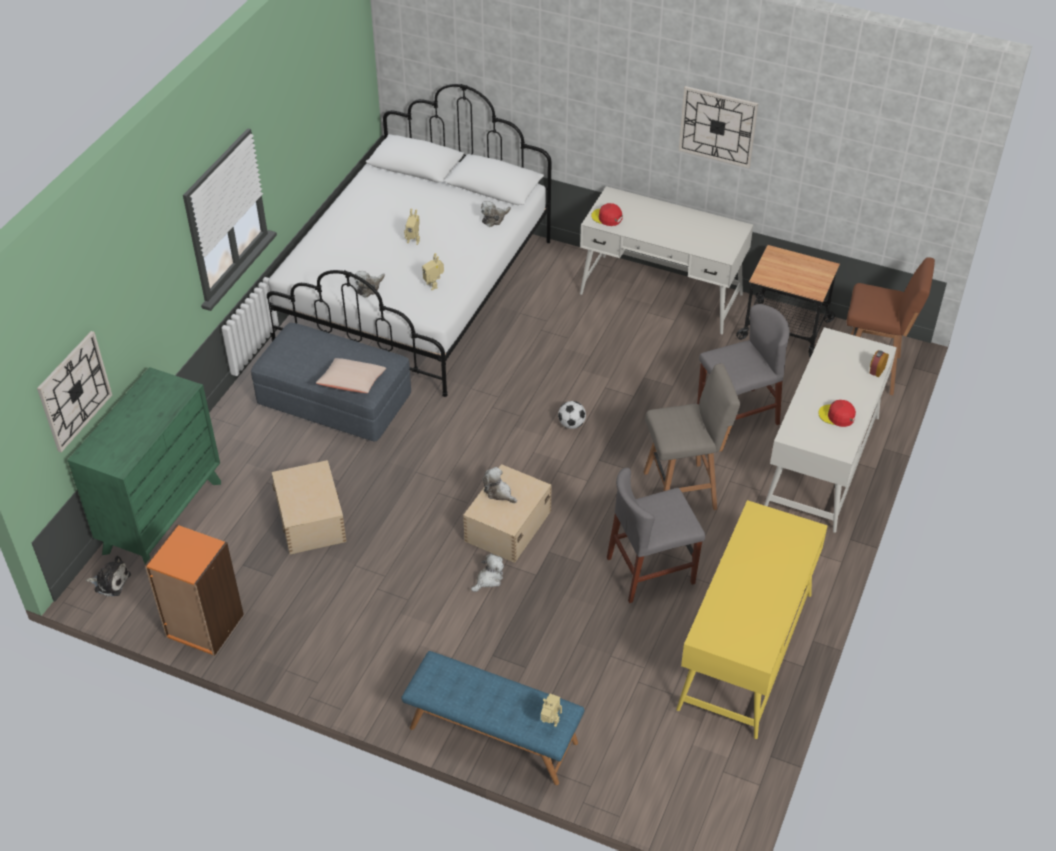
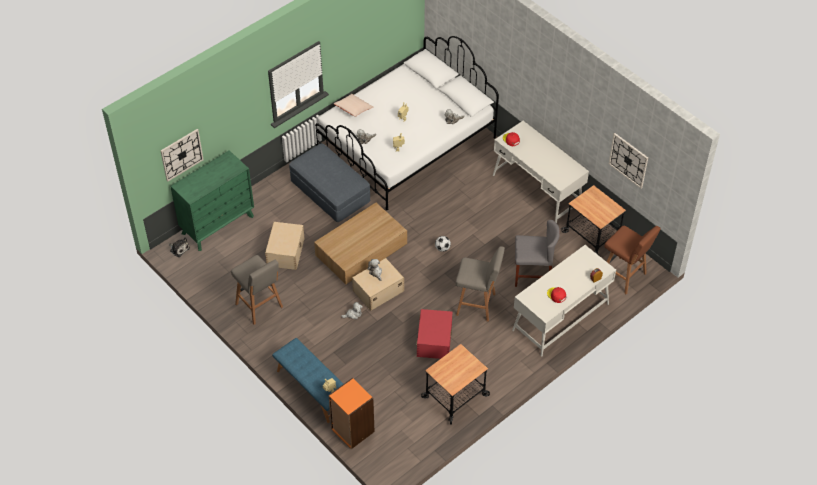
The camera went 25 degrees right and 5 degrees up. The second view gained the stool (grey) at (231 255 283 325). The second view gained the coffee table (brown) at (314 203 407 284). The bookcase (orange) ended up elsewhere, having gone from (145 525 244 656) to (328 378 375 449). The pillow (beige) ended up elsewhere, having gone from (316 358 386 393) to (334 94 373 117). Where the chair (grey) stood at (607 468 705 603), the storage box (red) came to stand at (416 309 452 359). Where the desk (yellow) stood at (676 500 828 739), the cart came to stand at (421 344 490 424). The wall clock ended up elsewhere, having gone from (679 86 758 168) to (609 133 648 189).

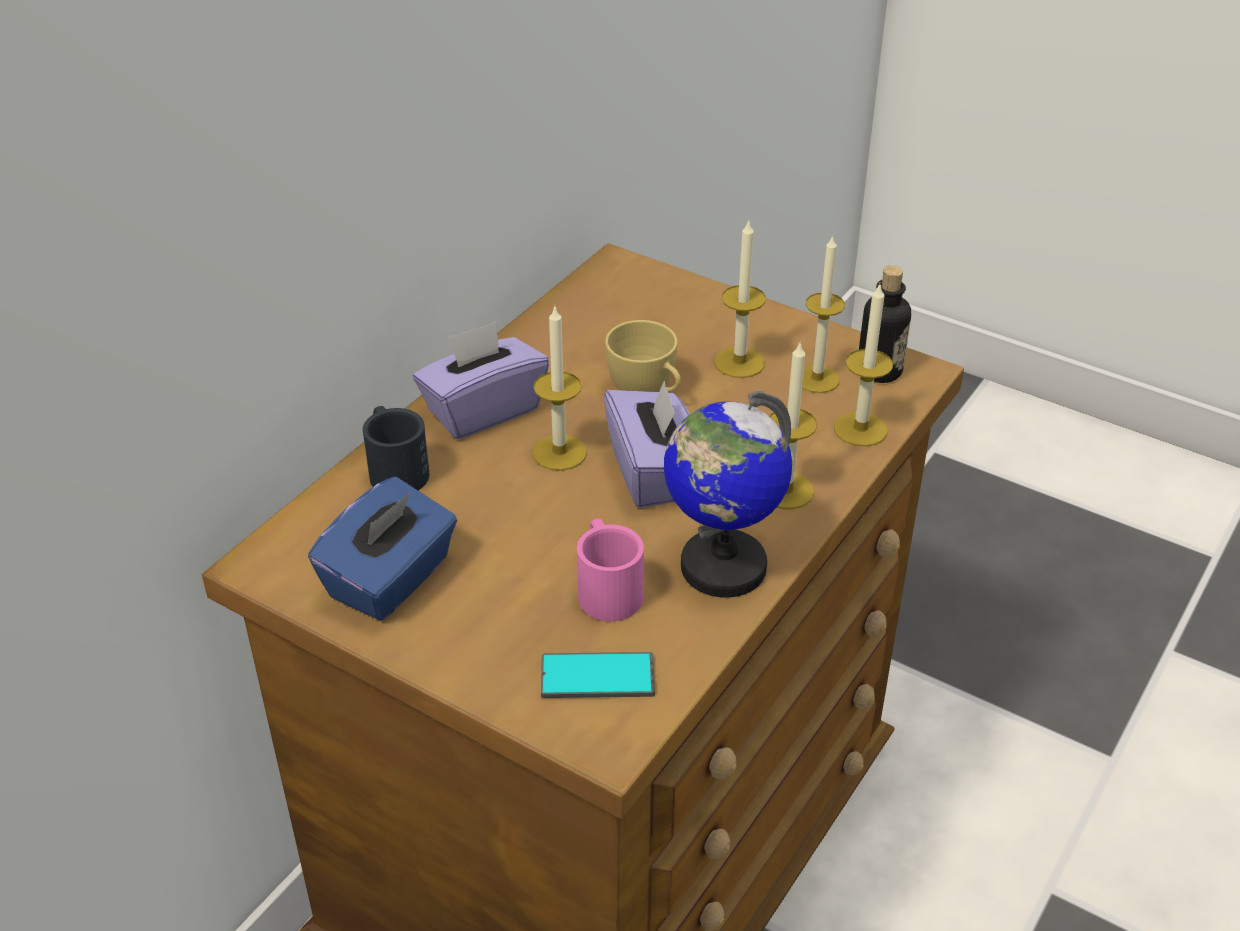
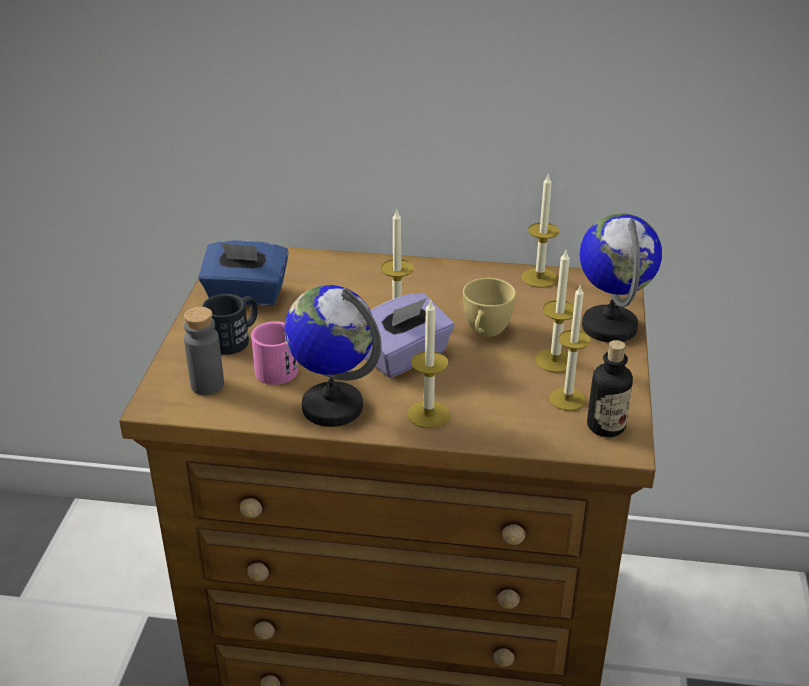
The camera went 65 degrees right and 5 degrees down. Where the phone stood at (541 652 655 698), the bottle (grey) came to stand at (184 307 224 395). The mug (black) ended up elsewhere, having gone from (363 406 429 490) to (202 294 258 355). The candle ended up elsewhere, having gone from (834 284 893 447) to (522 173 559 288). The second view gained the globe at (580 214 662 343). The second view lost the tissue box (purple) at (413 321 549 439).

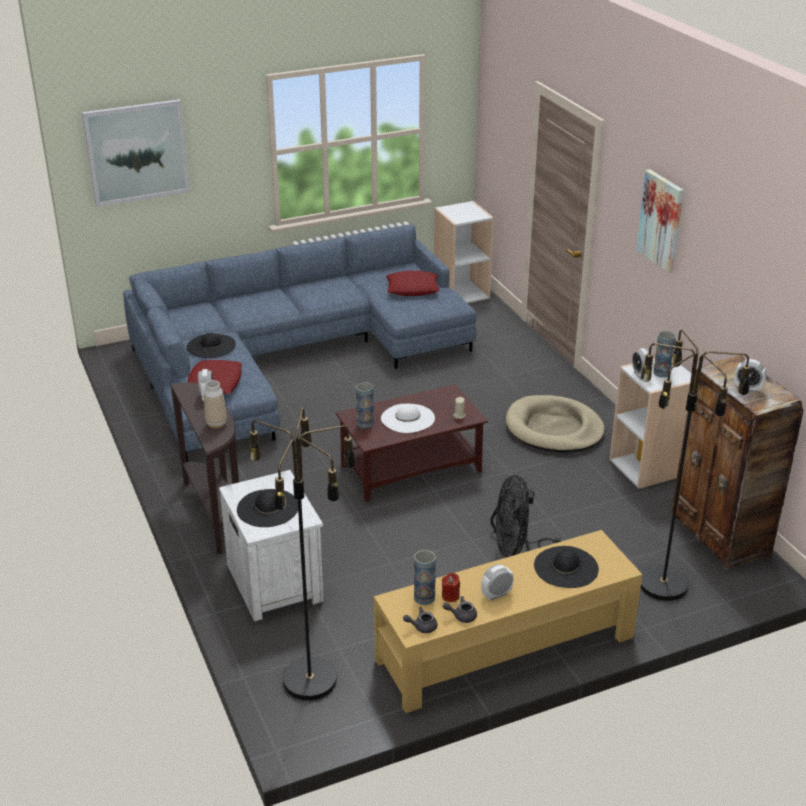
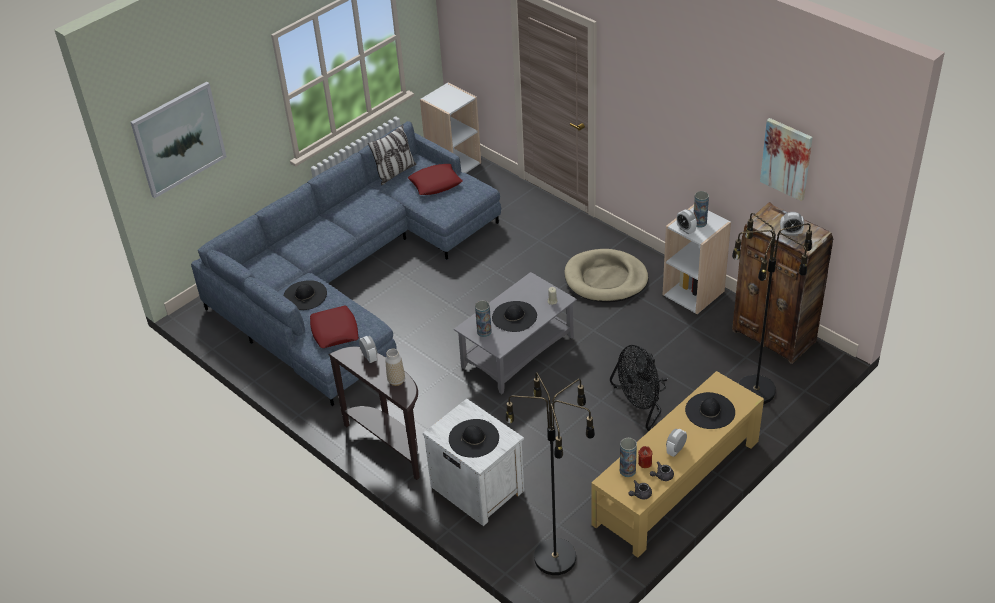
The camera went 20 degrees left and 10 degrees up. The second view gained the pillow at (368 124 416 185). What was the coffee table (brown) at (336 384 488 502) turned into the coffee table (grey) at (454 272 577 394). What was the hat (white) at (381 404 435 433) turned into the hat (black) at (492 301 537 332). The picture ended up elsewhere, having gone from (636 169 684 273) to (760 118 813 201).

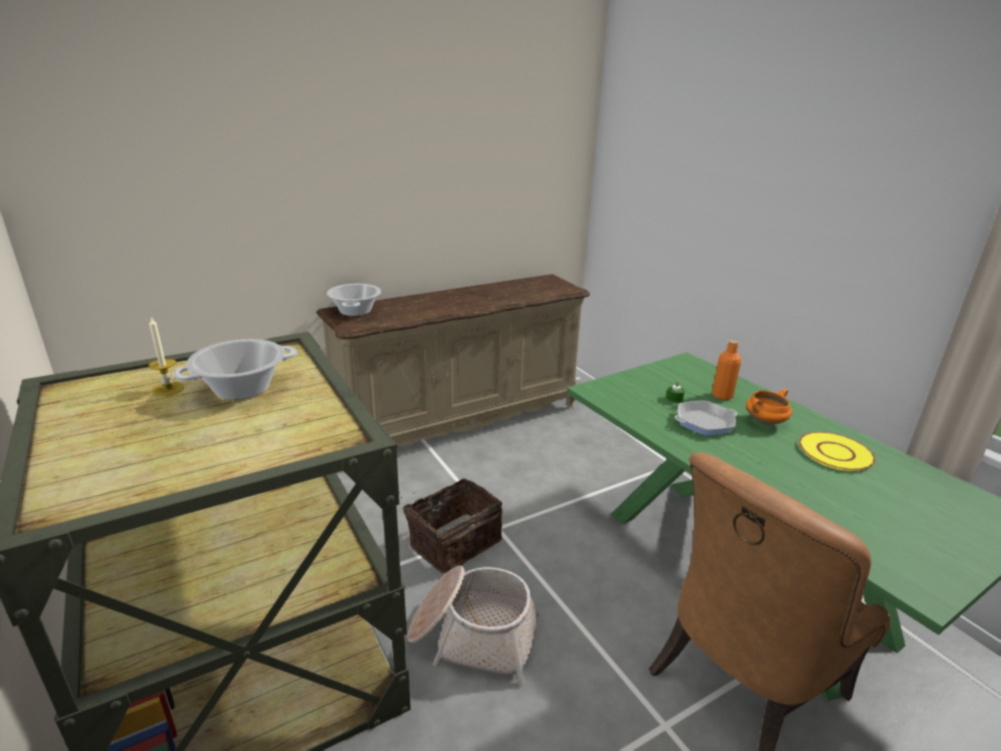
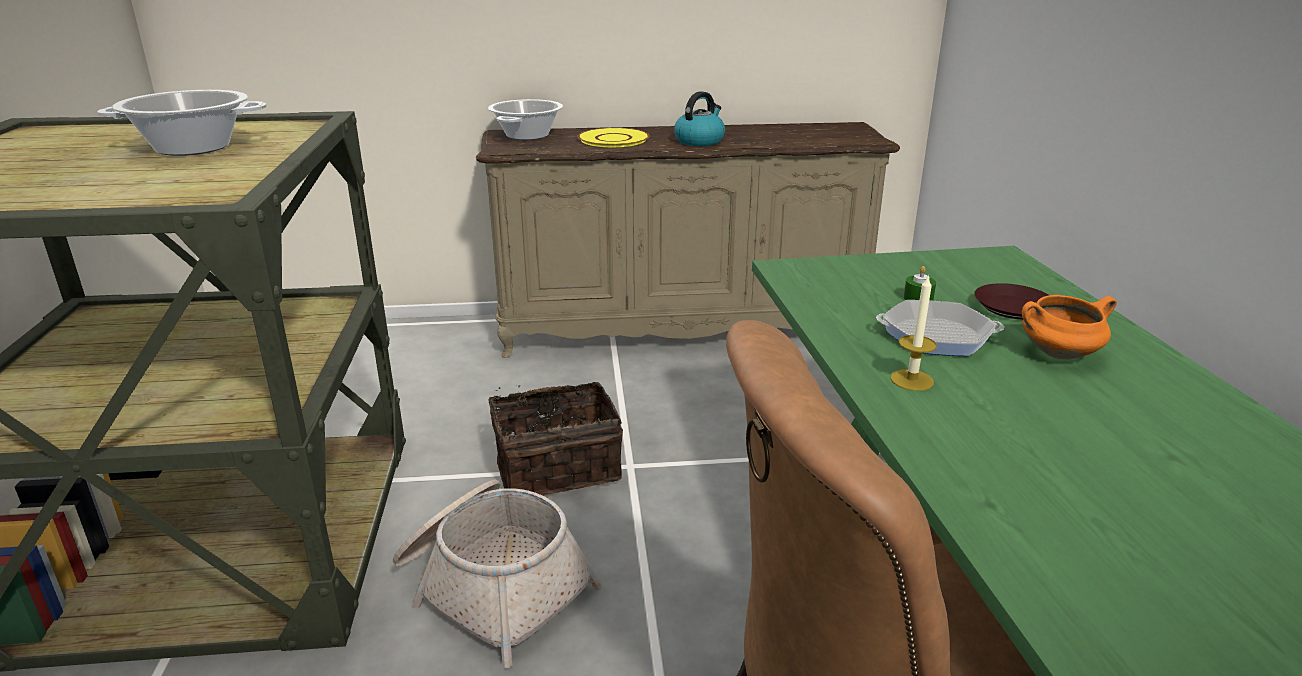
The camera went 25 degrees right and 0 degrees up. The plate (yellow) ended up elsewhere, having gone from (799 432 875 471) to (577 128 650 147). The second view gained the kettle at (674 91 725 146). The candle ended up elsewhere, having gone from (148 317 184 396) to (890 274 937 391). Where the bottle (orange) stood at (712 340 741 400), the plate (brown) came to stand at (974 283 1049 319).

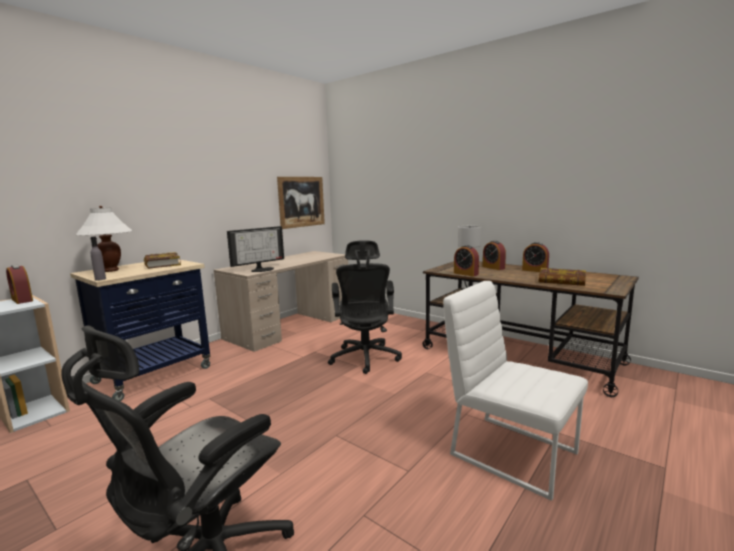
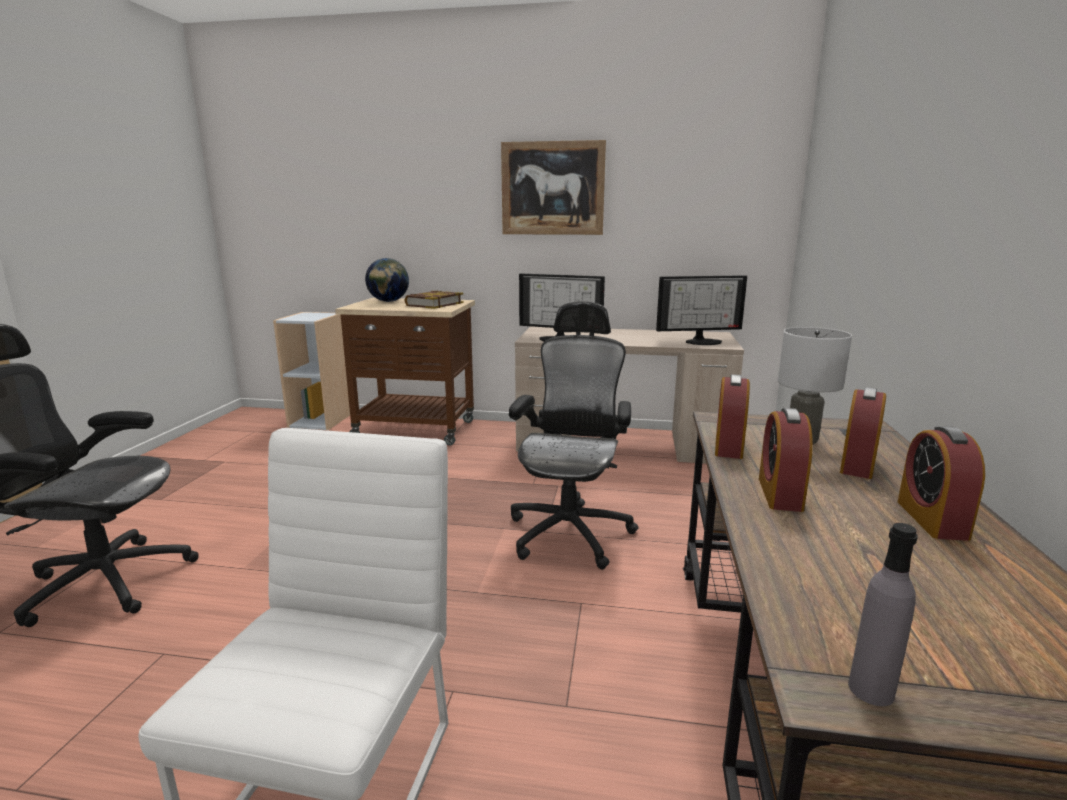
The camera went 60 degrees right and 5 degrees up. What was the cart (blue) at (70 259 211 401) turned into the cart (brown) at (335 298 475 446). Where the table lamp (white) stood at (76 206 133 272), the globe came to stand at (365 258 409 302). The picture ended up elsewhere, having gone from (277 177 325 229) to (501 140 606 235). The office chair at (328 240 402 374) ended up facing another way, 135 degrees clockwise from before. The second view gained the monitor at (656 275 747 345). The alarm clock ended up elsewhere, having gone from (6 265 33 304) to (759 408 813 512). The bottle (grey) ended up elsewhere, having gone from (90 236 106 281) to (848 523 918 706). The second view lost the book at (539 268 586 286).

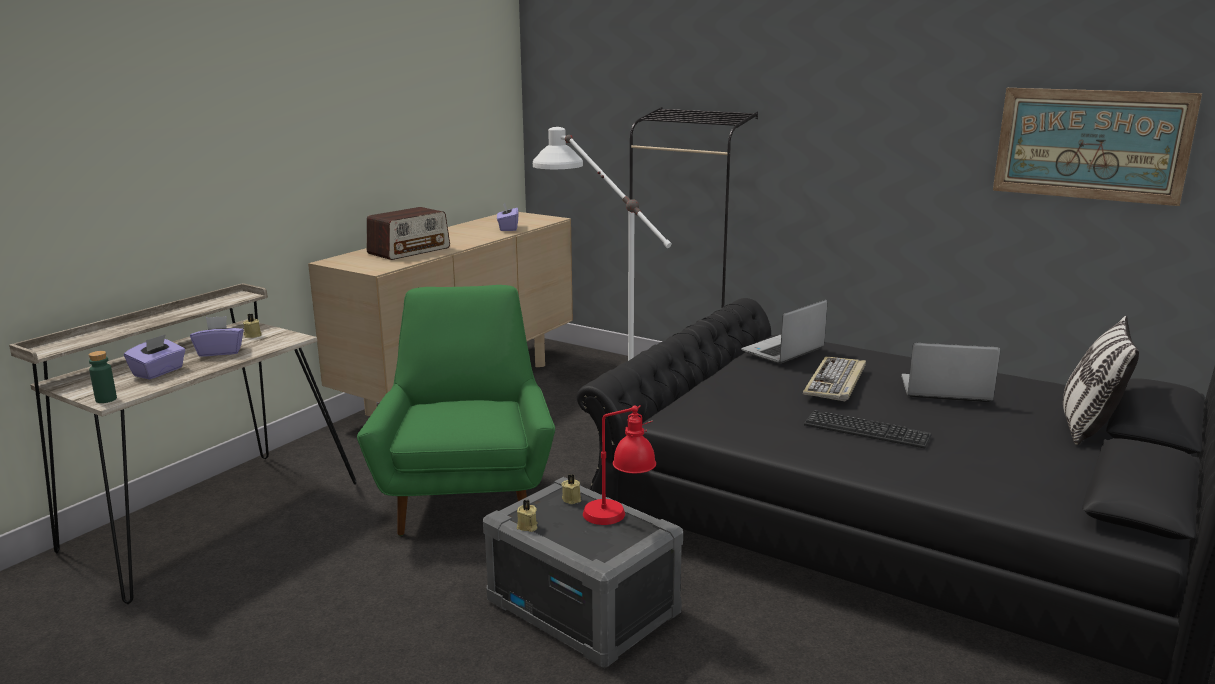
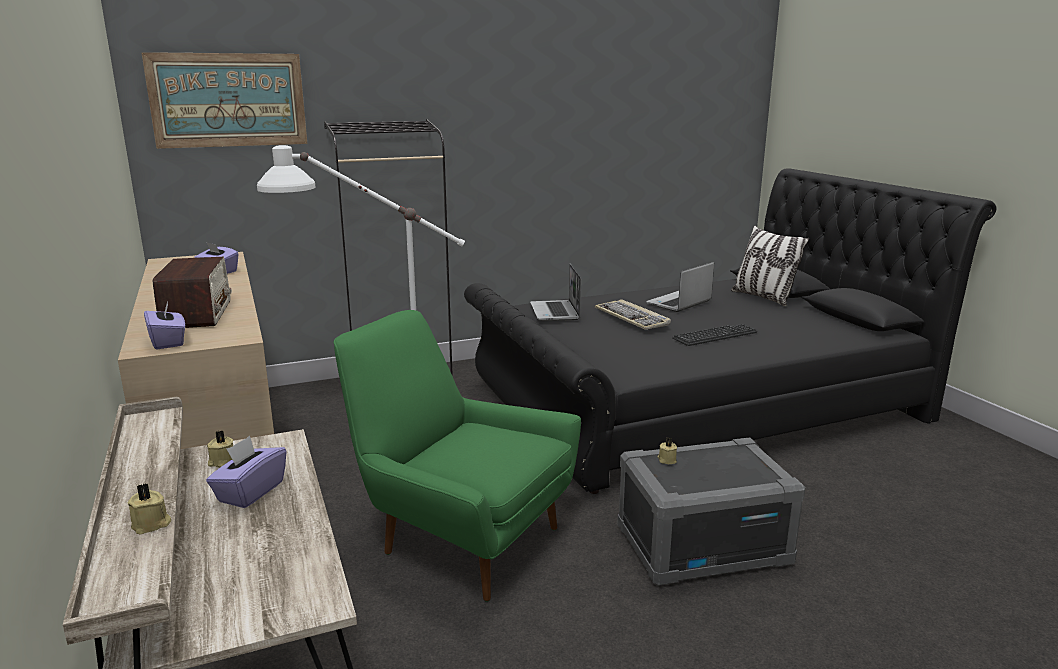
The camera went 55 degrees left and 0 degrees up. The candle (beige) ended up elsewhere, having gone from (517 499 538 532) to (128 483 171 535). The picture ended up elsewhere, having gone from (993 88 1202 206) to (142 52 307 149). The tissue box (purple) ended up elsewhere, having gone from (124 334 186 380) to (144 301 185 350). The second view lost the bottle (green) at (89 351 117 403). The second view lost the table lamp (red) at (583 405 656 525).

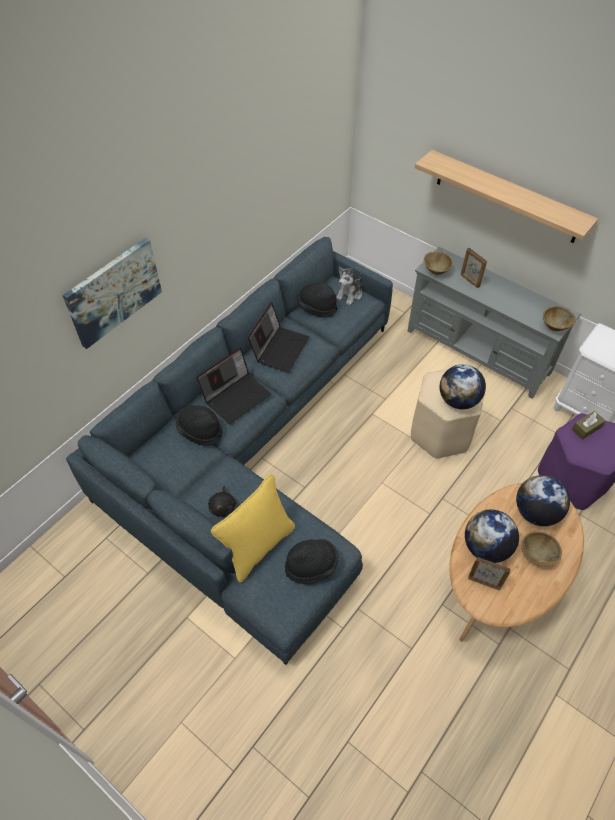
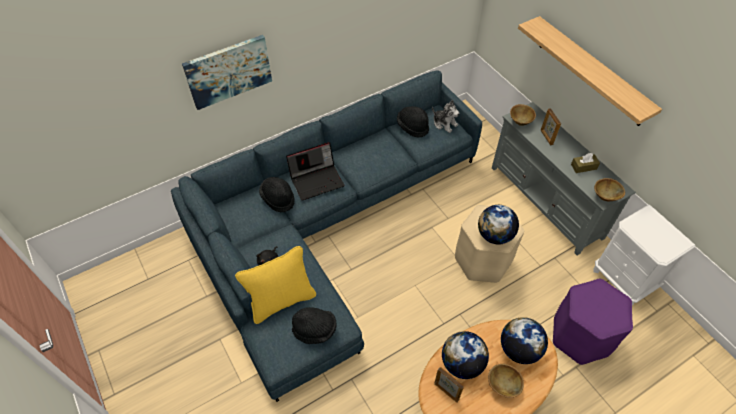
The camera went 20 degrees right and 0 degrees up. The plush toy at (336 267 362 305) ended up facing another way, 105 degrees counterclockwise from before. The tissue box (brown) ended up elsewhere, having gone from (571 411 606 440) to (571 153 600 173). The second view lost the laptop at (248 303 310 373).

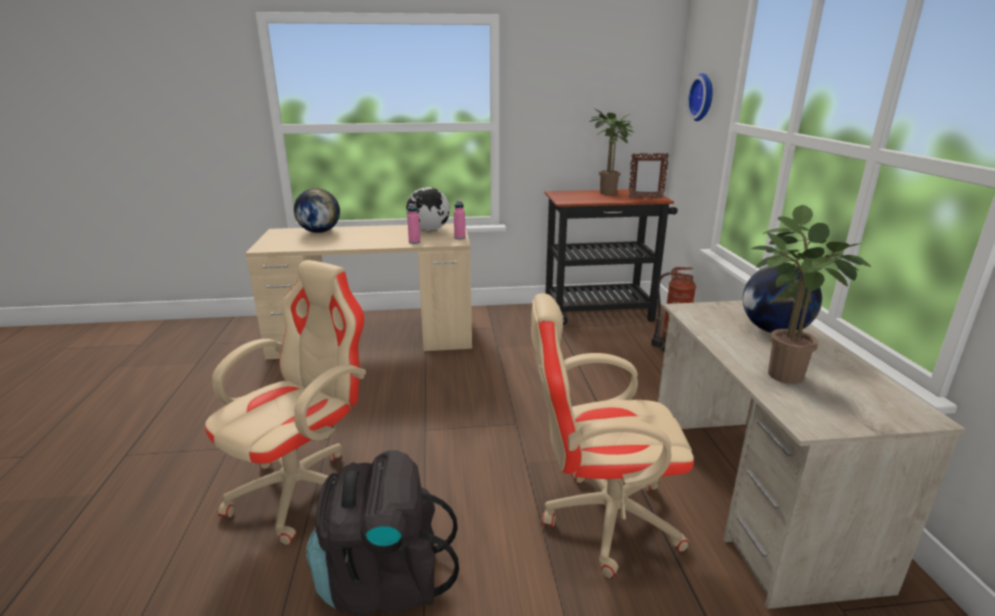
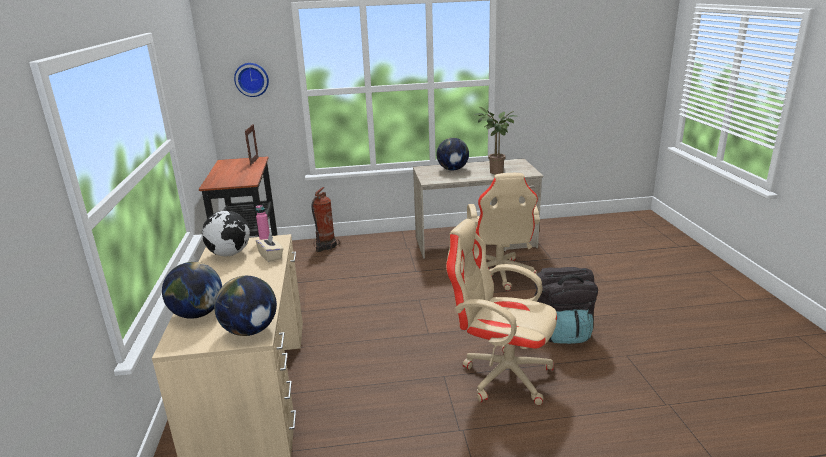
The camera went 90 degrees left and 0 degrees up. The second view gained the globe at (214 276 277 336). Where the bottle (pink) stood at (407 203 420 244), the tissue box (beige) came to stand at (256 233 283 262). The second view lost the potted plant at (589 109 634 195).

